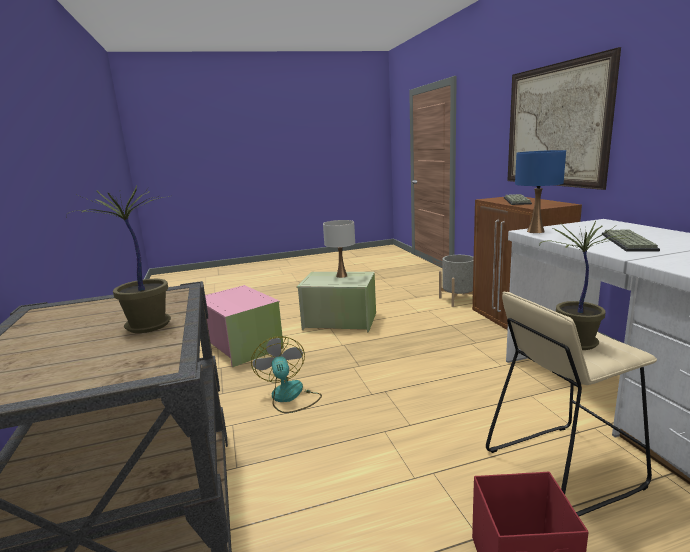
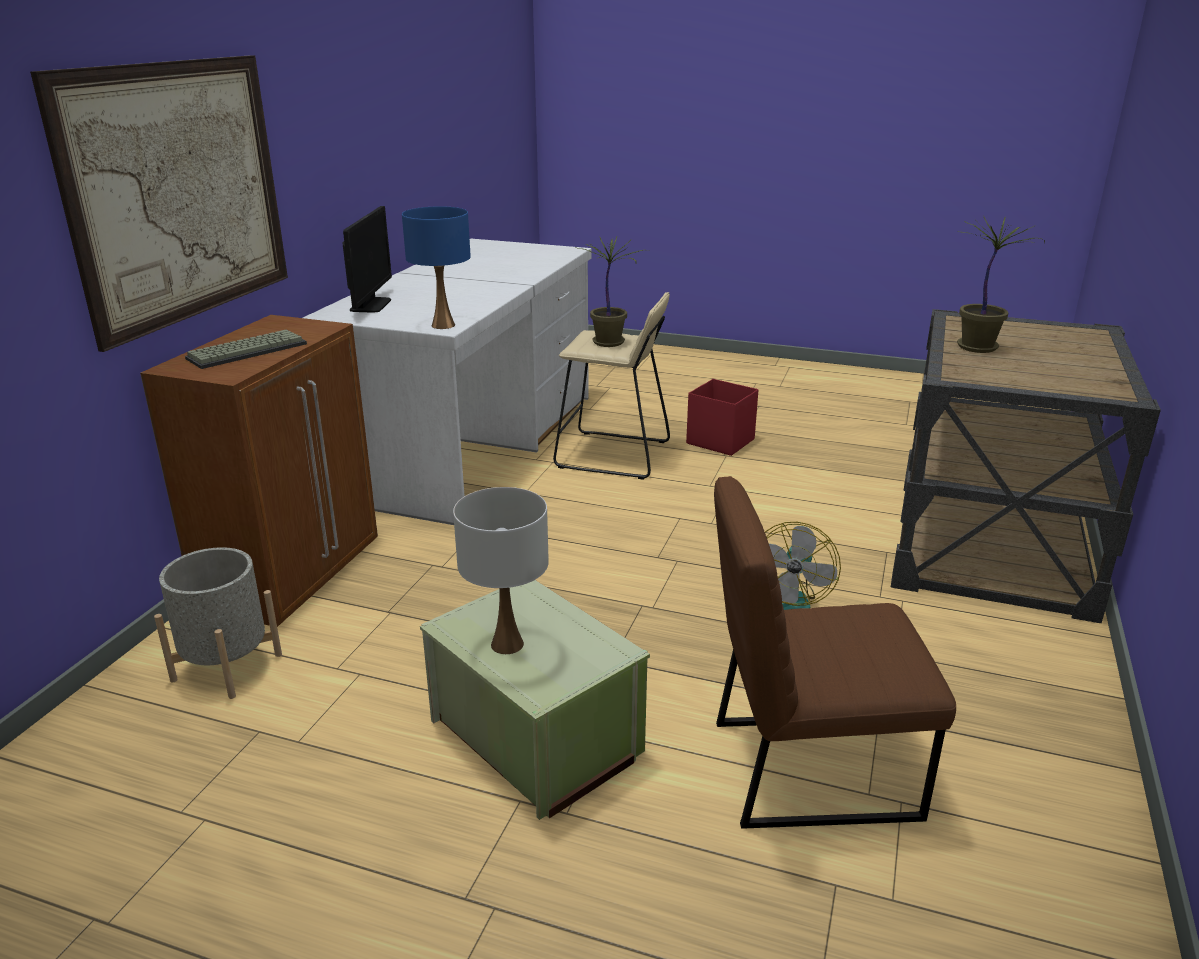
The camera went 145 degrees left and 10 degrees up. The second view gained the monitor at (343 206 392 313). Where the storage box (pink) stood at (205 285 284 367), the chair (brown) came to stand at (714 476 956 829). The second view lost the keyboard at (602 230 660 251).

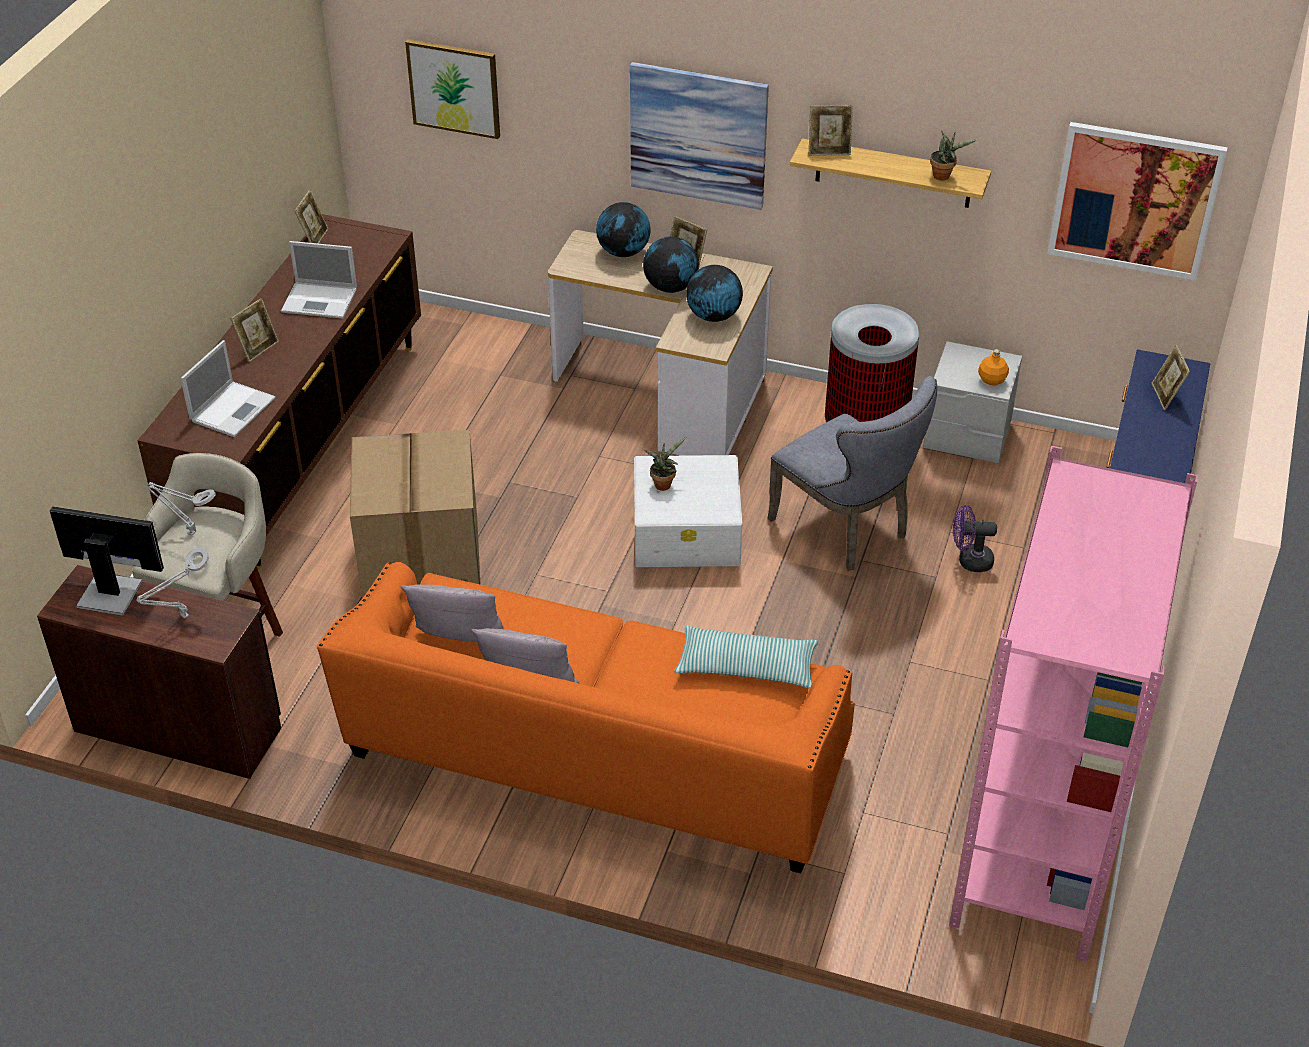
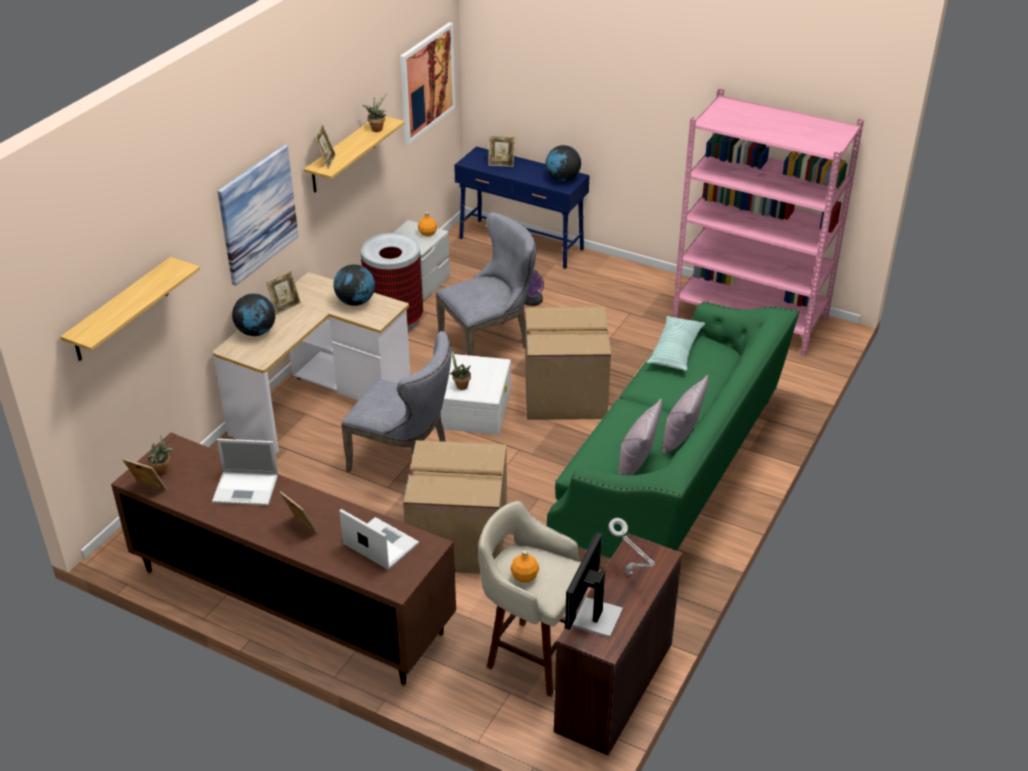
The camera went 80 degrees left and 5 degrees down. Where the picture hung at (405 39 500 139), the shelf came to hang at (60 257 200 361). The second view gained the potted plant at (147 436 173 475). The laptop at (281 241 357 319) ended up facing another way, 75 degrees clockwise from before. The second view gained the chair (grey) at (341 331 451 472). Where the table lamp (grey) stood at (147 482 216 535), the bottle (orange) came to stand at (510 550 539 583). The second view gained the cardboard box at (525 307 611 420). The globe ended up elsewhere, having gone from (643 236 699 293) to (546 145 581 181). What was the sofa (orange) at (317 562 855 873) turned into the sofa (green) at (547 302 799 559).

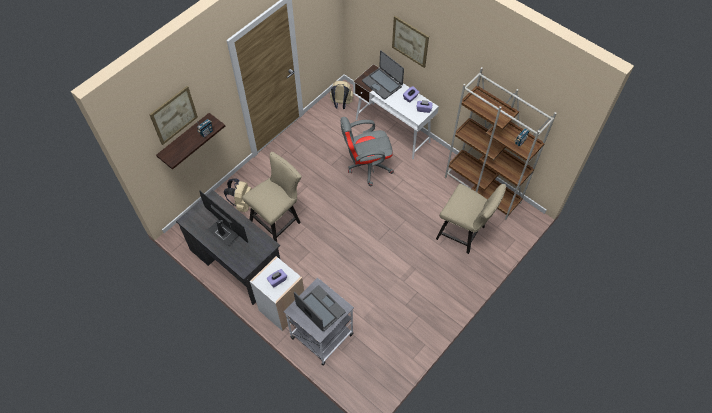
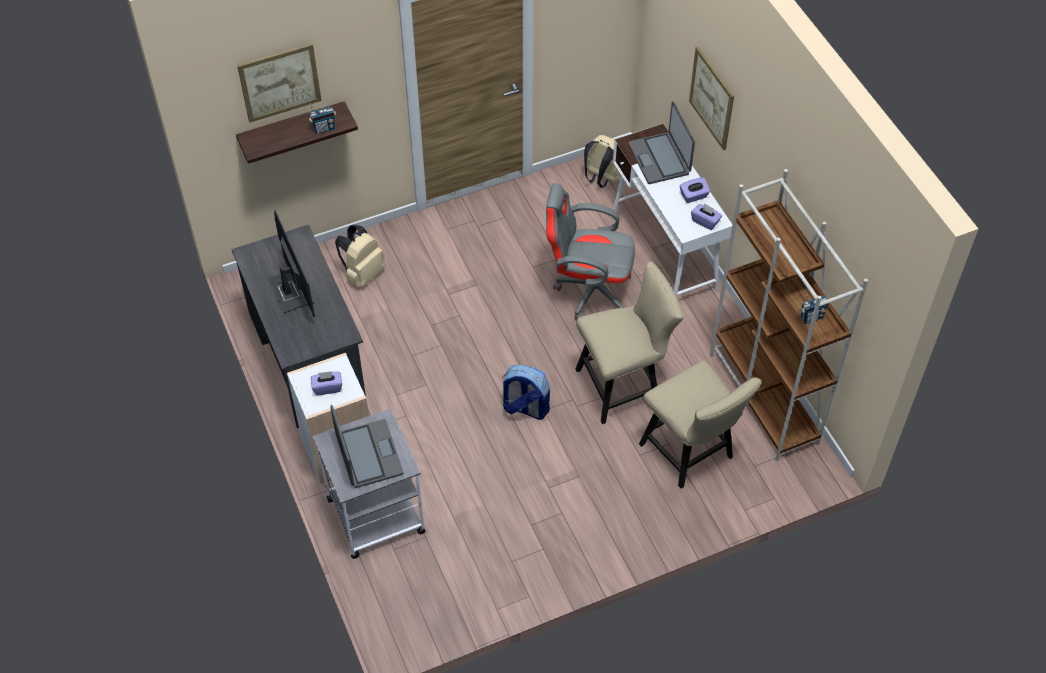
The camera went 25 degrees right and 5 degrees down. The second view gained the backpack at (502 365 550 420). The chair (beige) ended up elsewhere, having gone from (242 152 302 242) to (576 261 684 424).

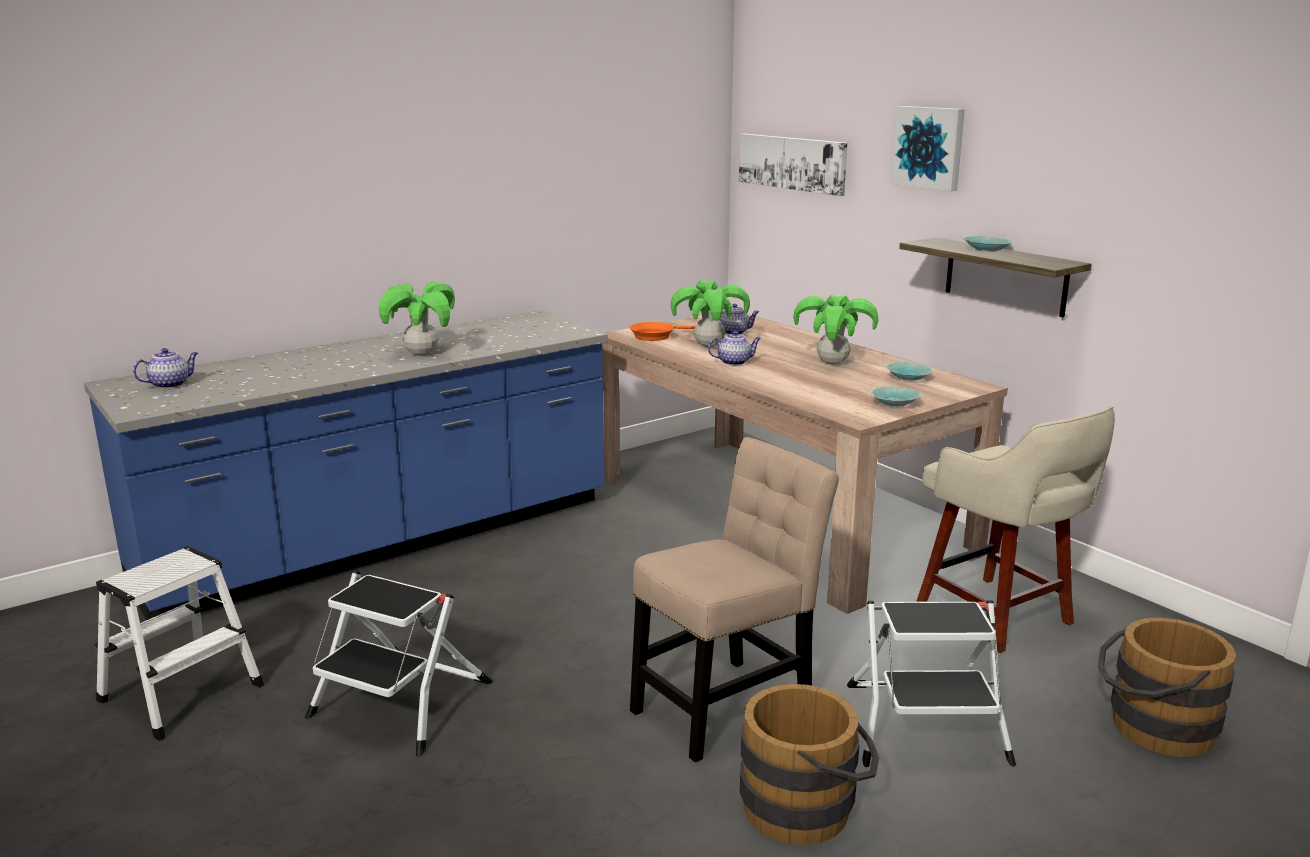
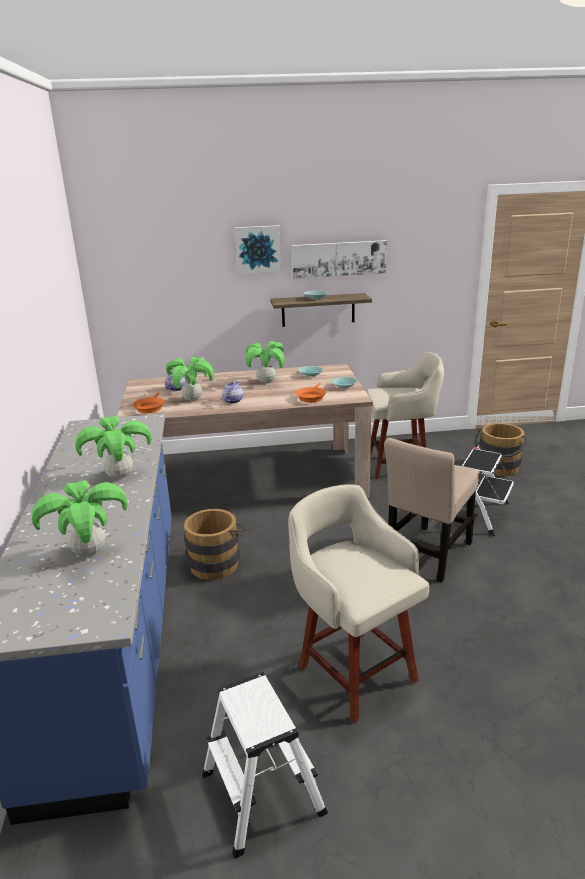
The camera went 60 degrees left and 5 degrees up. The second view gained the potted plant at (32 480 128 557). The bucket (brown) ended up elsewhere, having gone from (740 684 879 845) to (184 509 247 580). Where the step ladder stood at (305 570 493 757), the stool (beige) came to stand at (288 484 429 723). The picture ended up elsewhere, having gone from (739 134 848 196) to (292 240 387 278). The second view gained the frying pan (orange) at (296 383 326 403). The chair (beige) at (630 437 839 762) ended up facing another way, 135 degrees counterclockwise from before. The second view lost the teapot at (133 348 198 389).

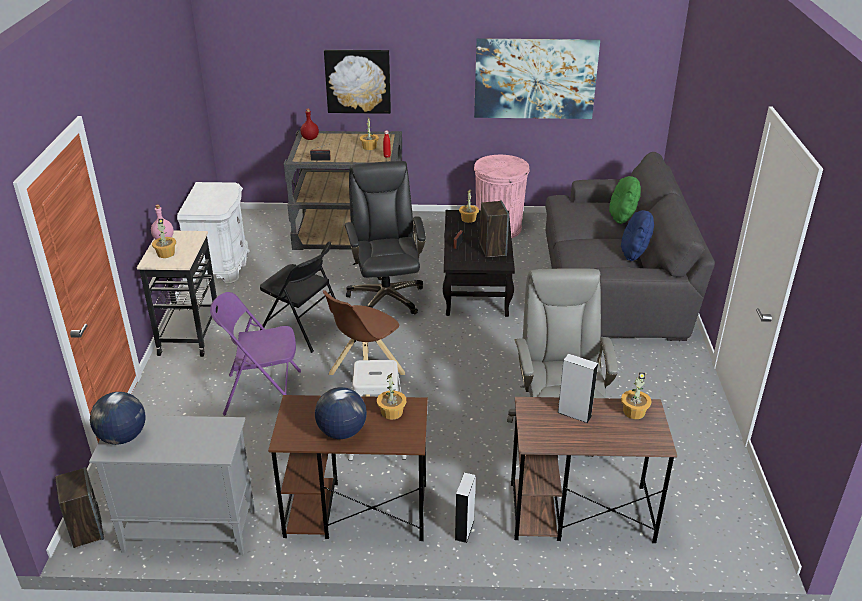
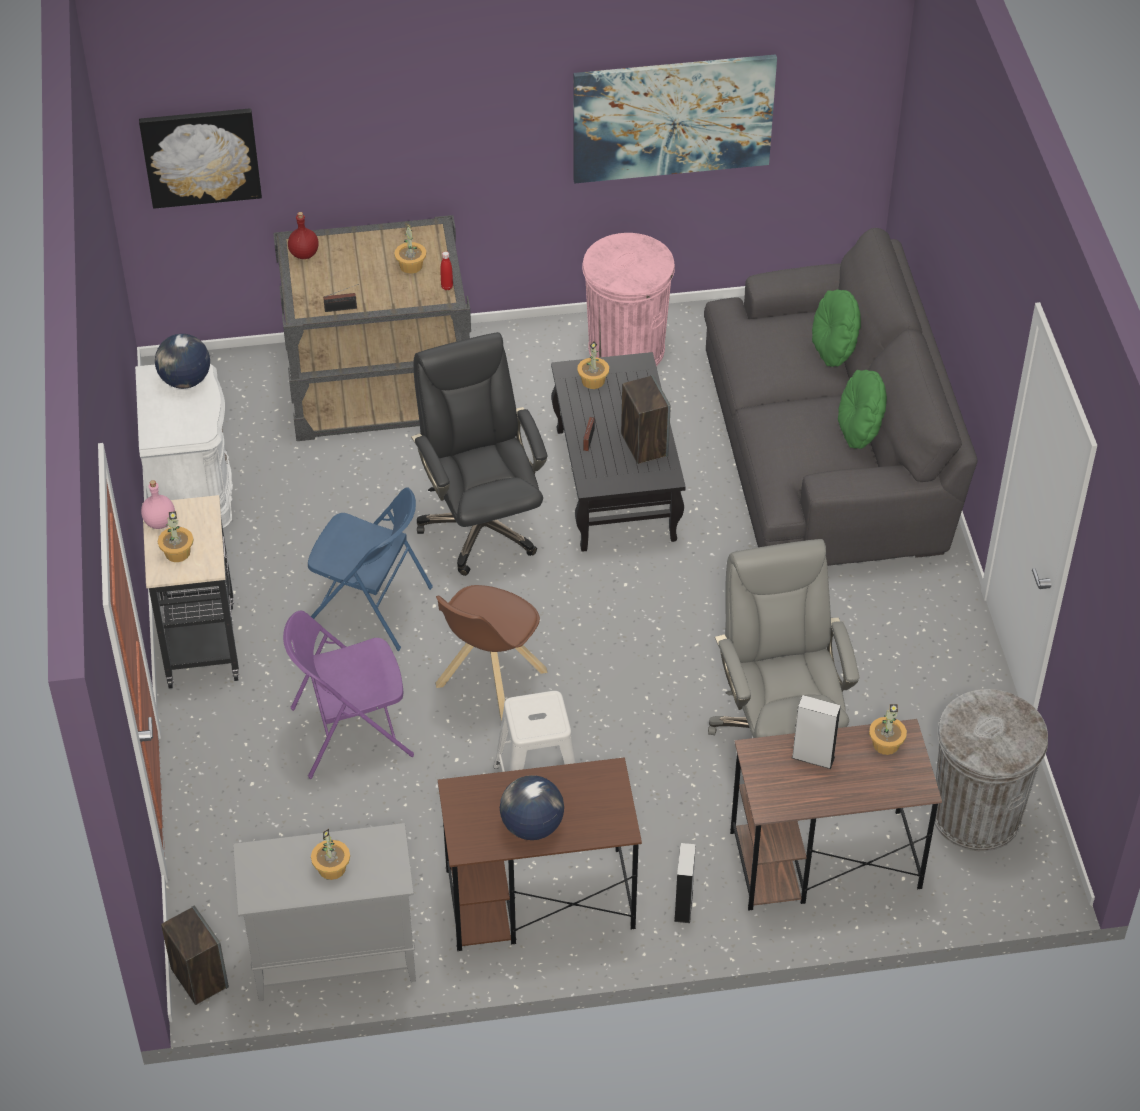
The camera went 10 degrees left and 15 degrees up. The picture ended up elsewhere, having gone from (324 50 391 114) to (139 109 262 209). The globe ended up elsewhere, having gone from (90 392 145 445) to (155 334 210 389). What was the chair (black) at (260 241 336 353) turned into the chair (blue) at (308 487 433 651). The potted plant ended up elsewhere, having gone from (377 373 406 420) to (311 829 350 880). What was the pillow (blue) at (621 210 654 261) turned into the pillow (green) at (838 370 887 449). The second view gained the trash can (grey) at (931 689 1048 851).

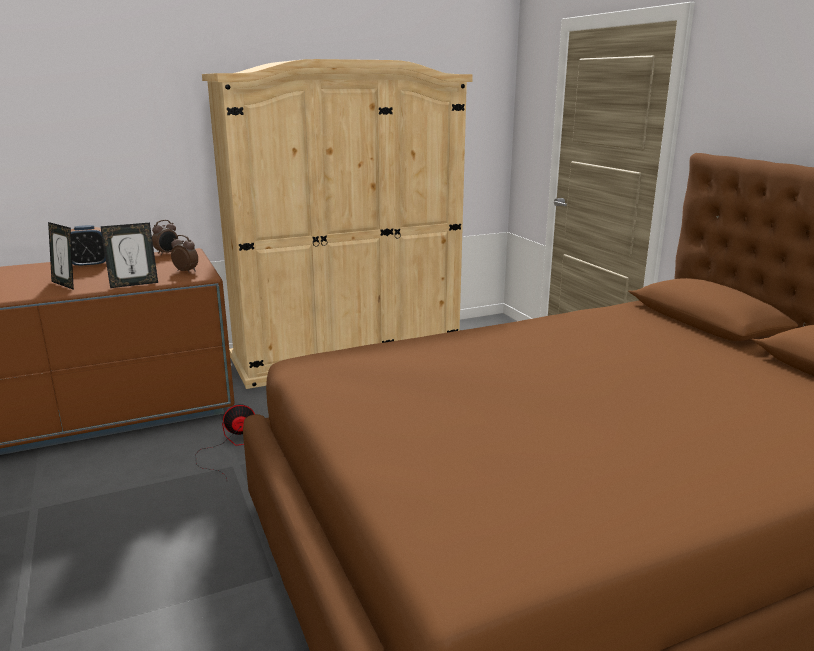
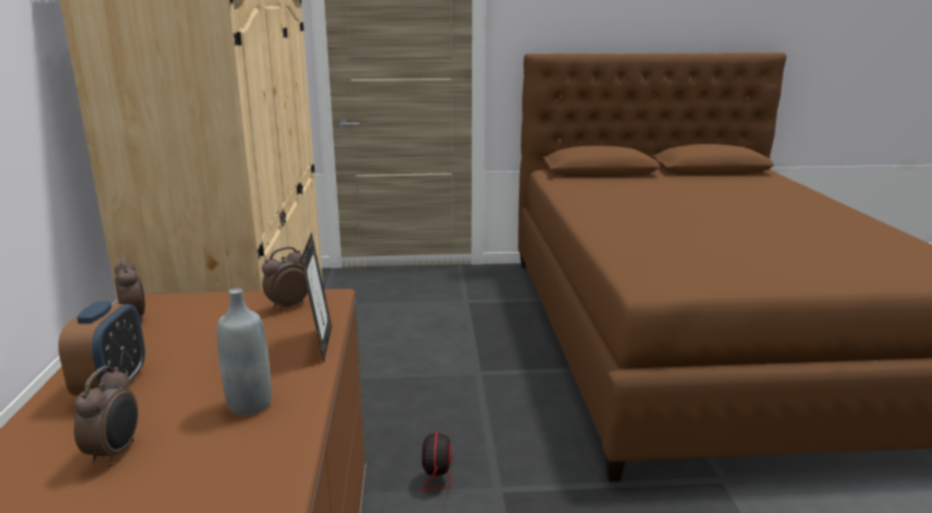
The camera went 70 degrees left and 0 degrees up. The second view gained the alarm clock at (74 366 138 466). Where the picture frame stood at (48 222 74 290), the bottle (grey) came to stand at (217 288 271 416).

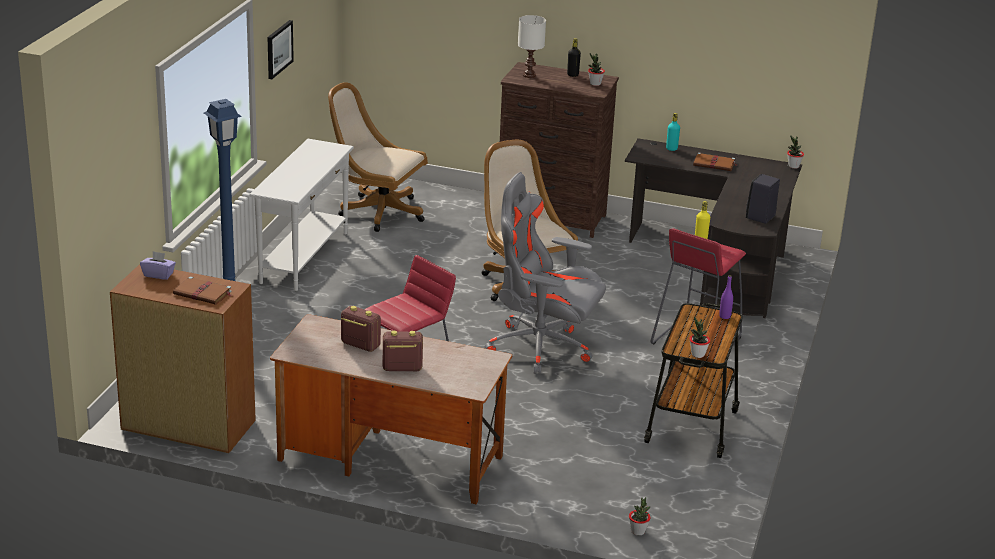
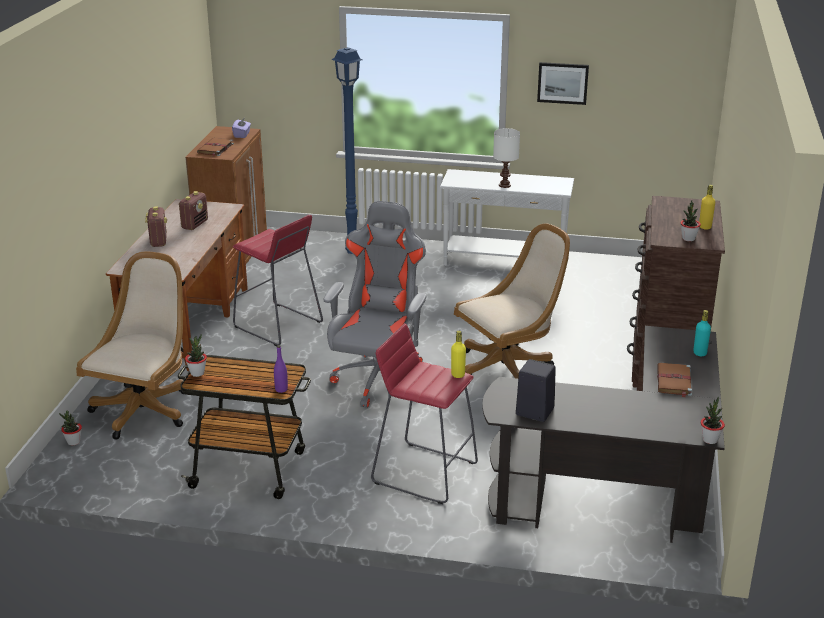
The camera went 85 degrees right and 0 degrees up. The office chair ended up elsewhere, having gone from (328 82 428 232) to (76 252 184 440). The table lamp (white) ended up elsewhere, having gone from (518 15 546 78) to (493 128 520 188). What was the bottle (black) at (567 38 581 77) turned into the bottle (yellow) at (699 184 715 229).

